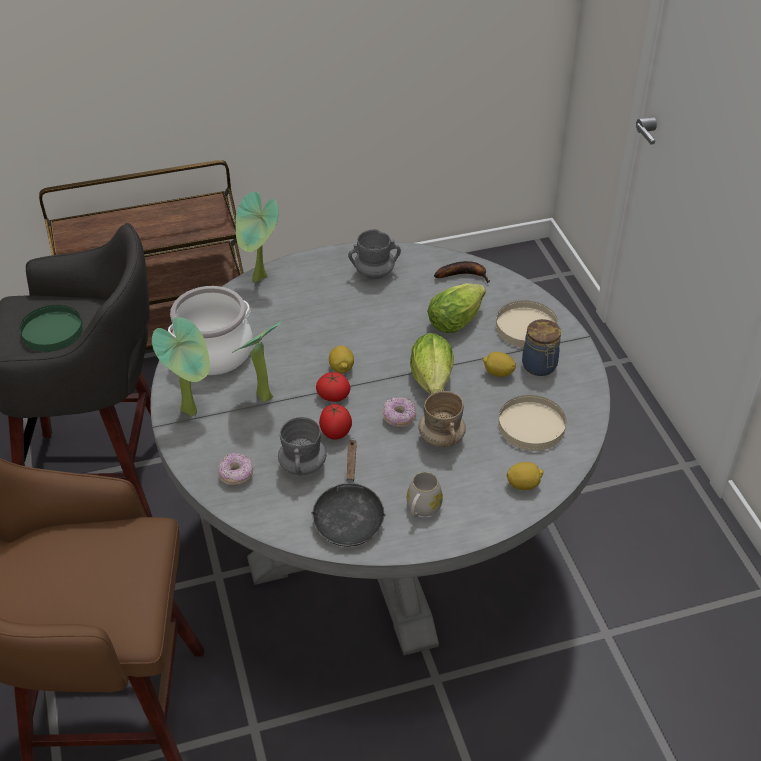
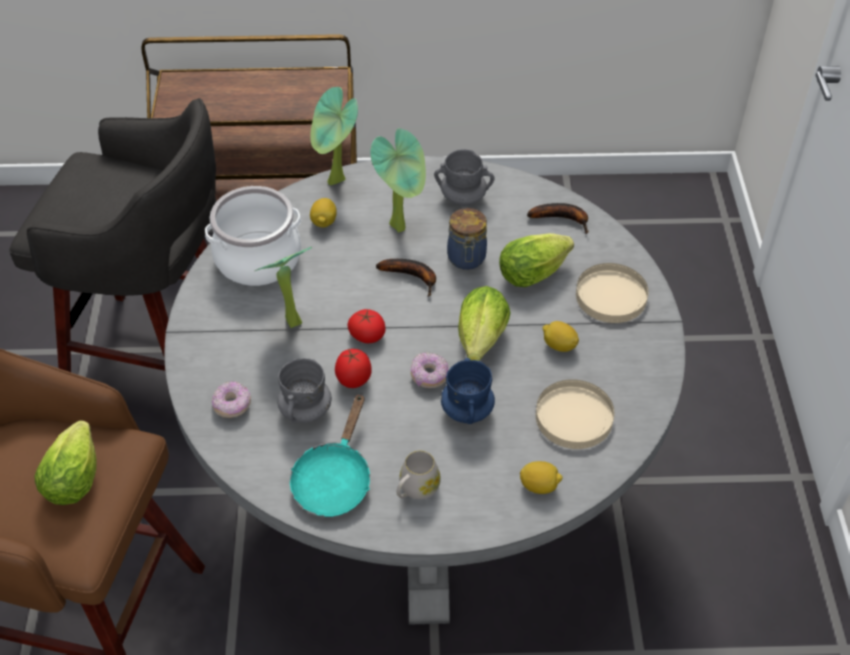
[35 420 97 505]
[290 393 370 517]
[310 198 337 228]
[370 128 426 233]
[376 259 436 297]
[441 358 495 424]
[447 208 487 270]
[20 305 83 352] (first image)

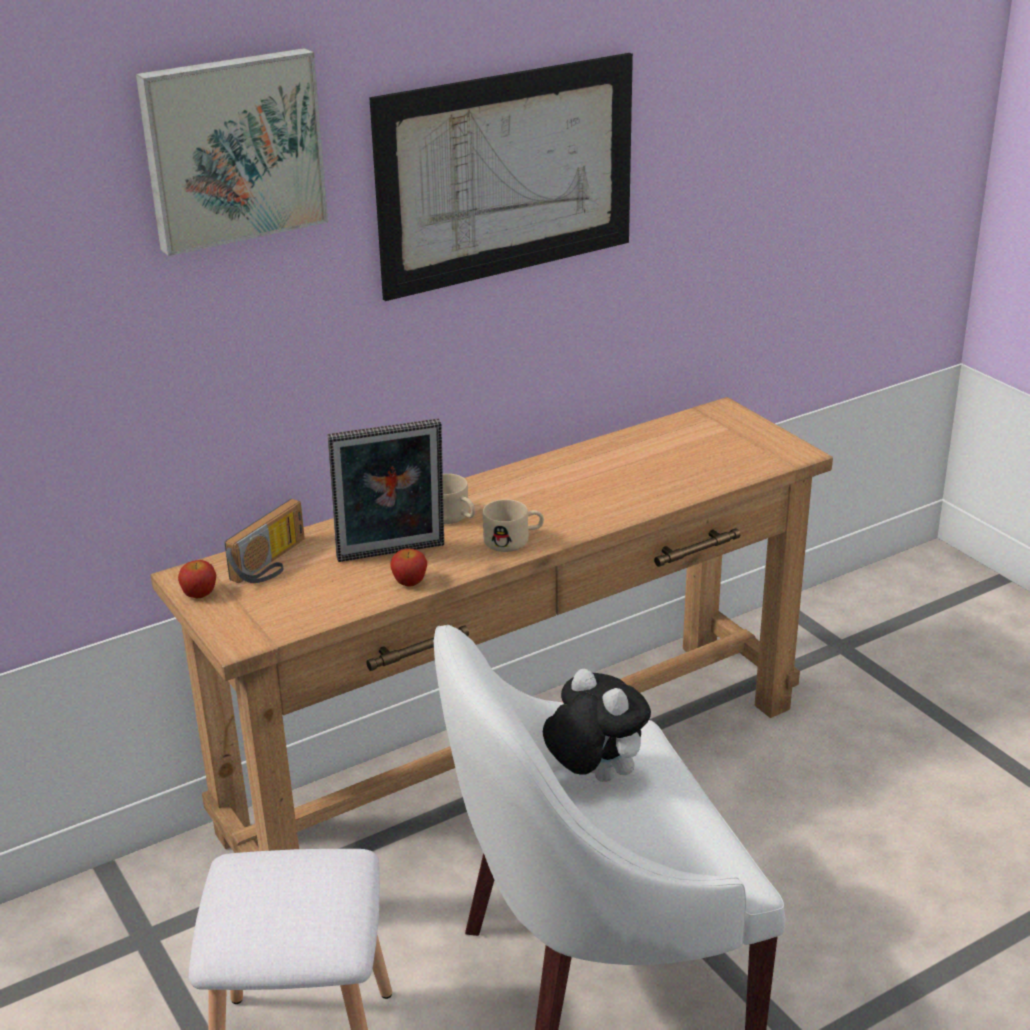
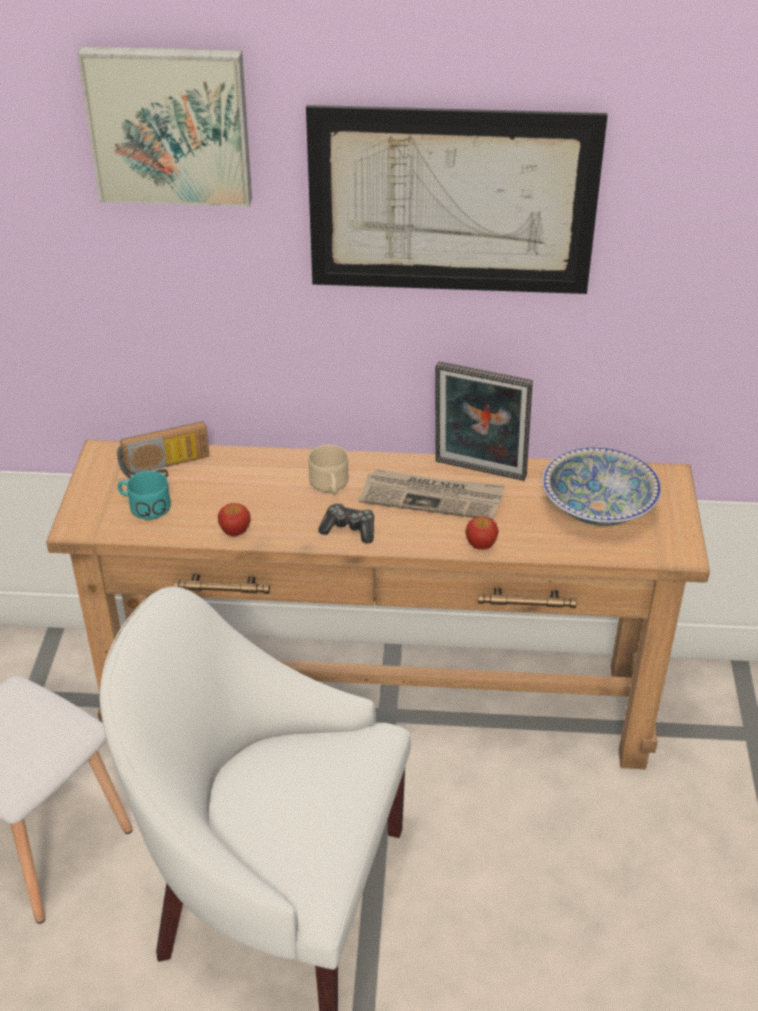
[118 471 171 520]
[318 503 374 544]
[359 469 505 520]
[435 361 533 481]
[466 516 498 550]
[542 447 661 526]
[543 669 651 782] (first image)

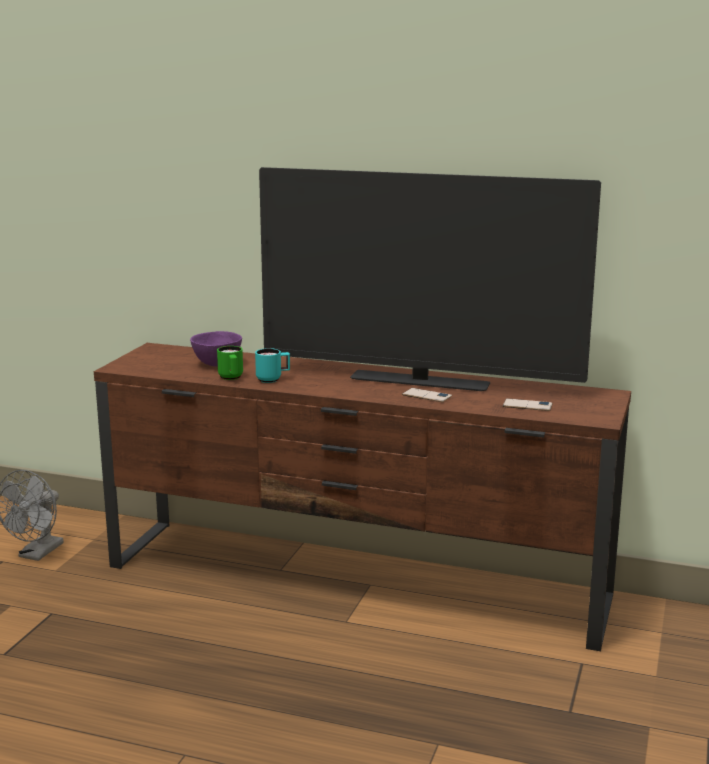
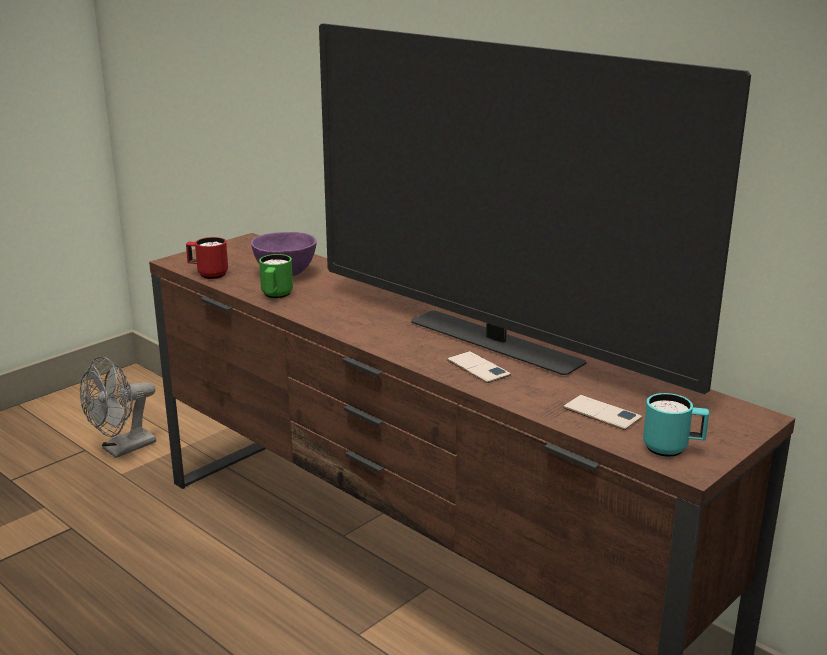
[186 237 228 279]
[643 393 709 457]

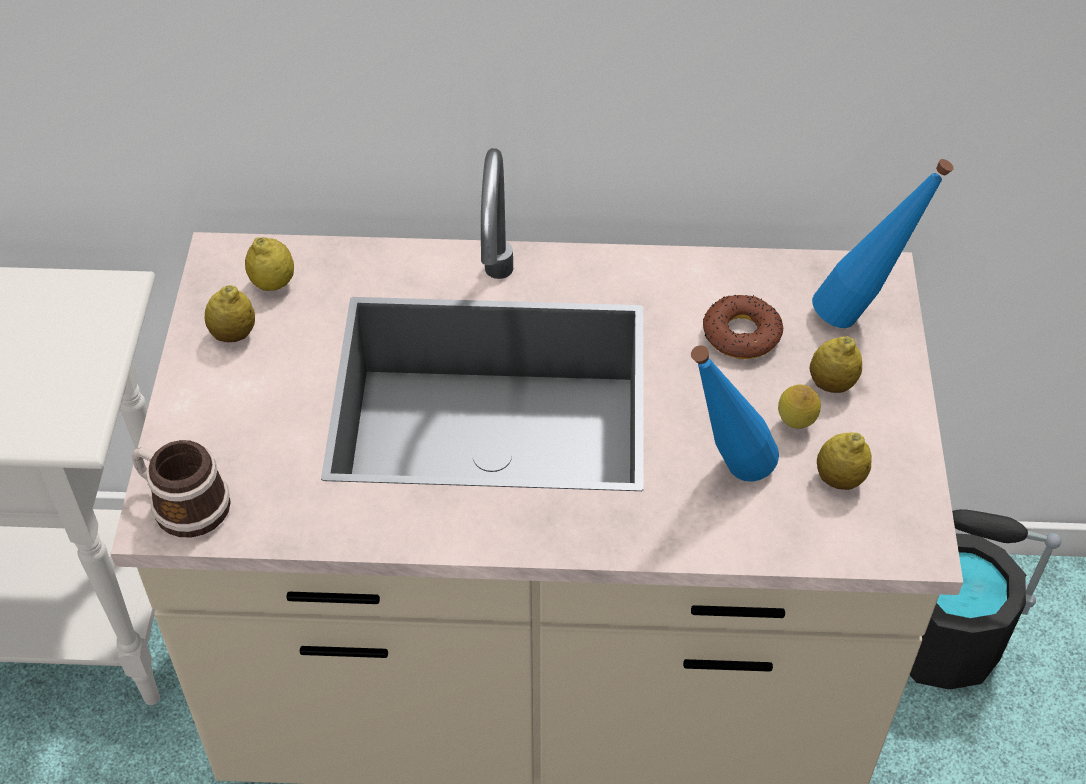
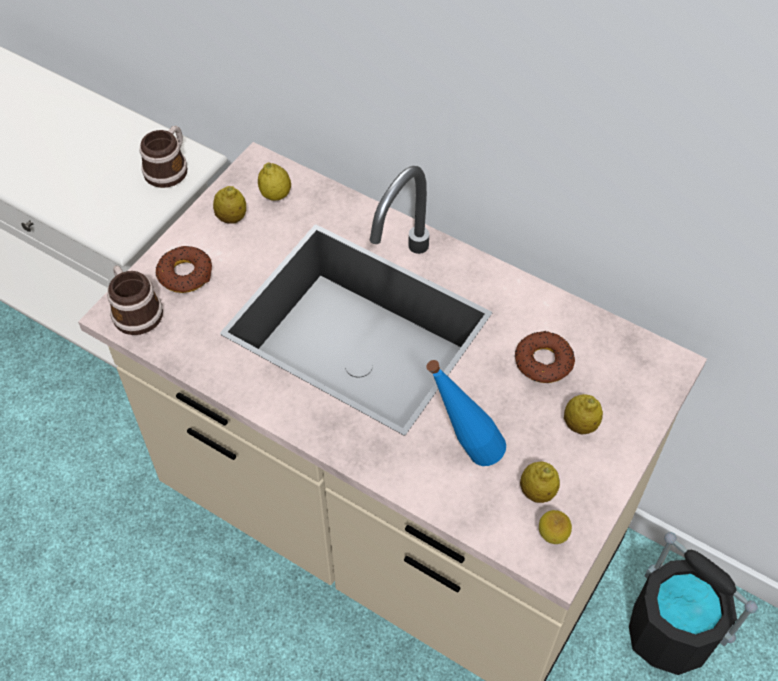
[140 126 187 188]
[156 246 212 293]
[539 510 572 544]
[812 159 954 328] (first image)

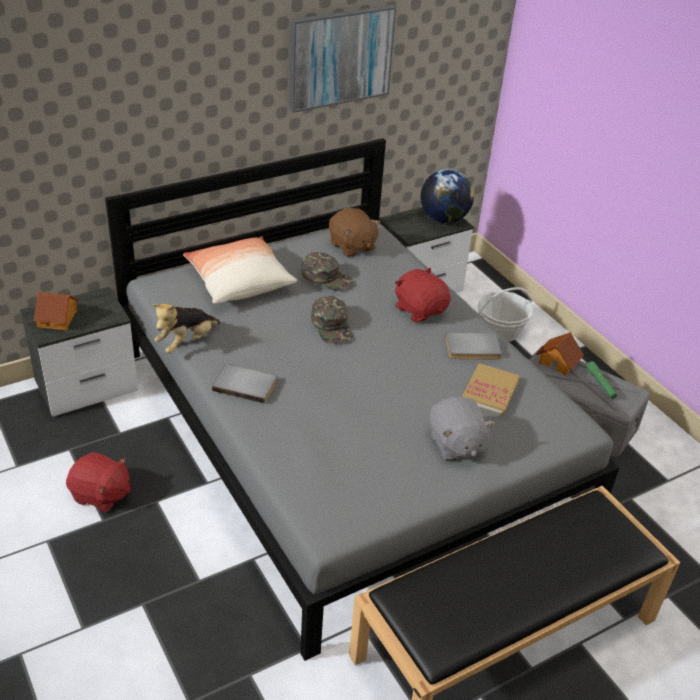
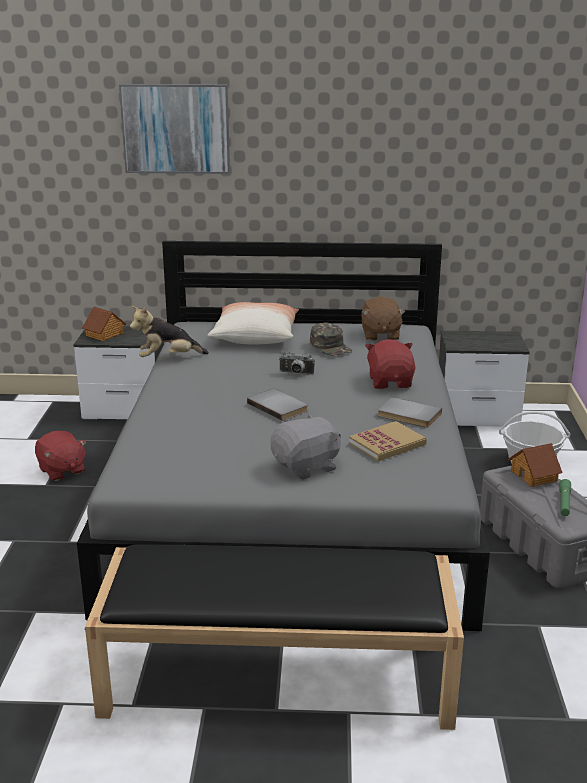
[119 84 230 174]
[247 389 308 421]
[271 413 341 480]
[279 351 315 375]
[421 169 474 223] (first image)

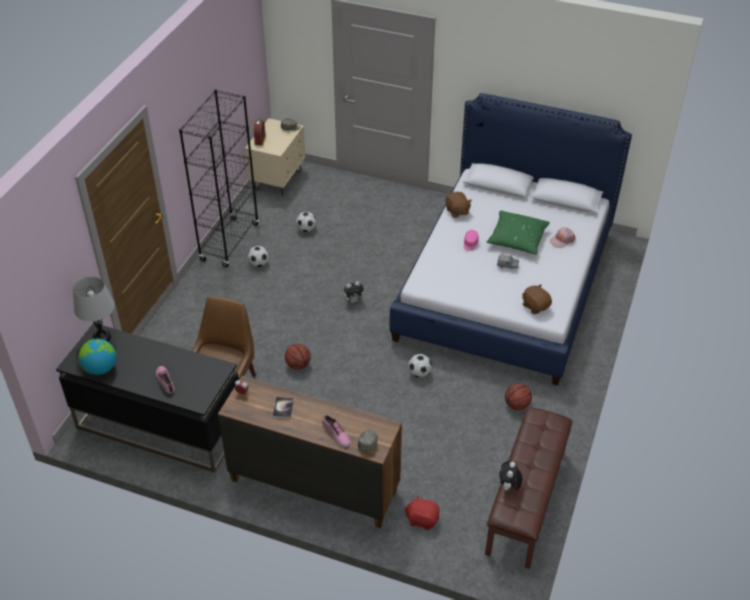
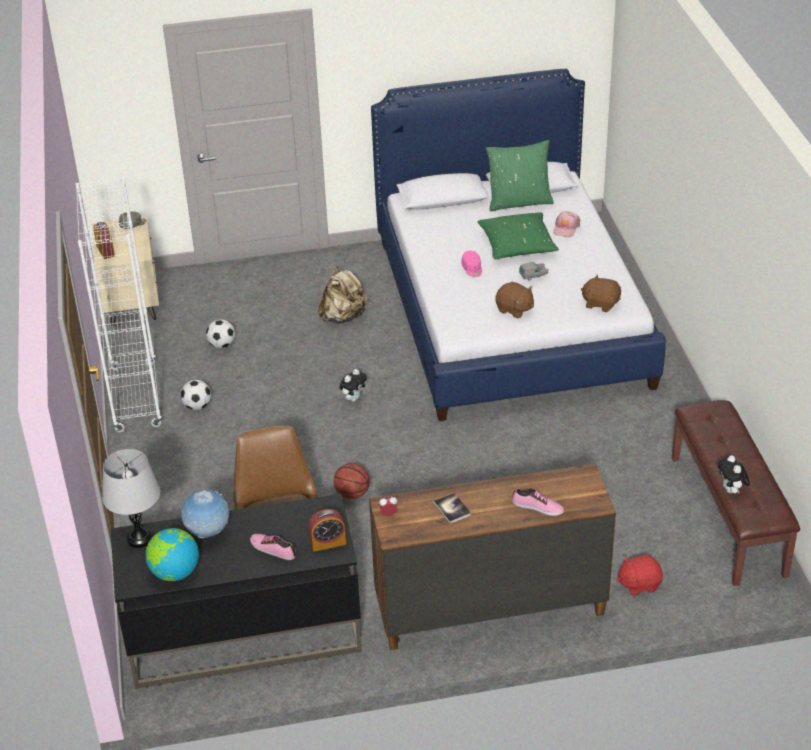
[75 177 162 432]
[181 490 229 538]
[309 509 346 552]
[318 266 368 323]
[486 140 554 211]
[495 282 534 318]
[358 430 378 452] (first image)
[408 354 432 378] (first image)
[505 383 532 410] (first image)

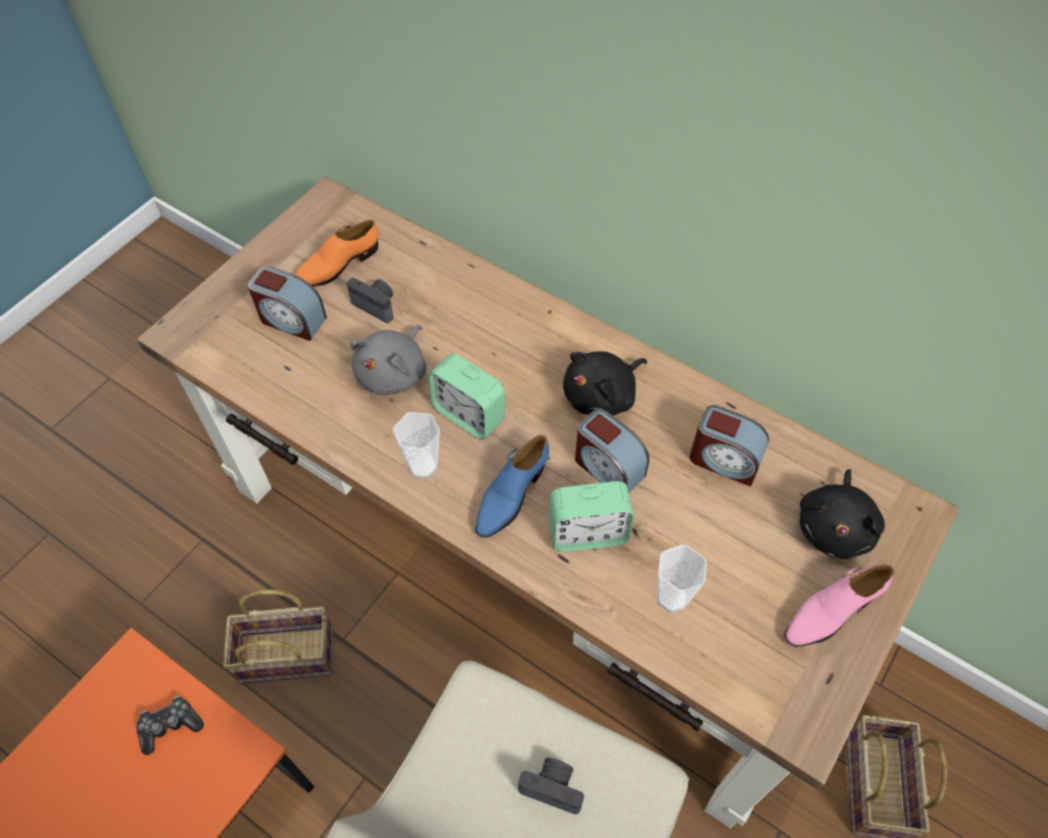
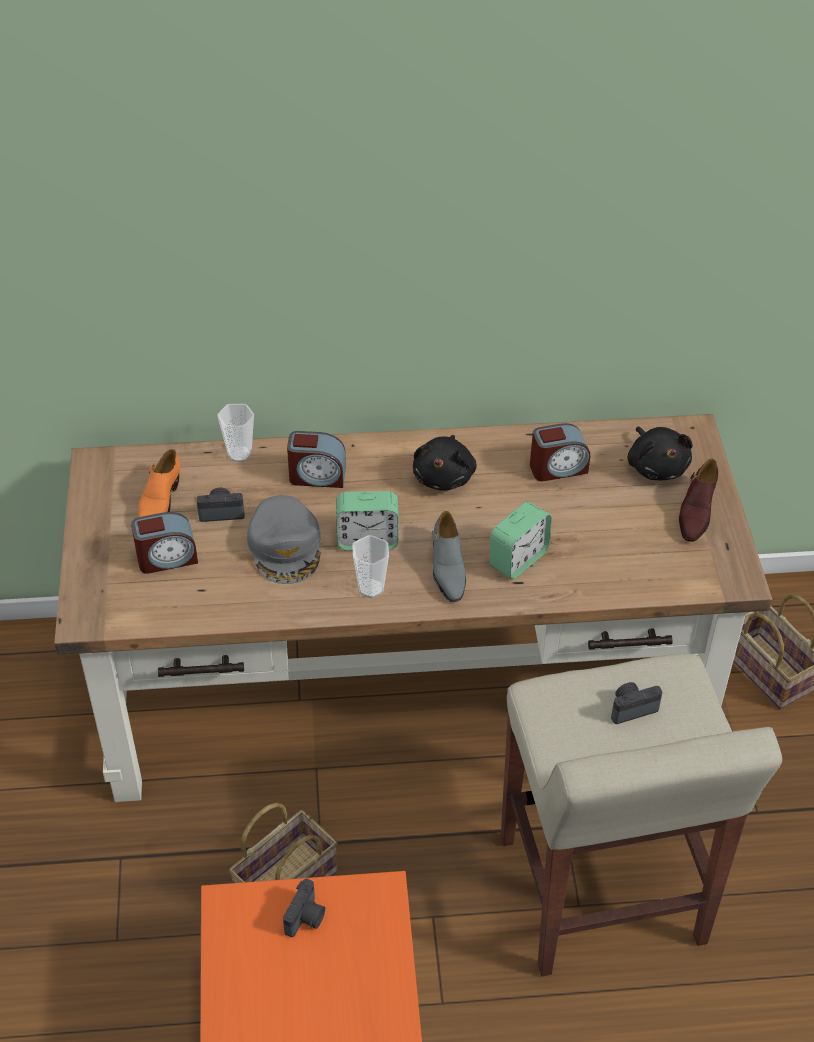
[217 404 254 462]
[247 495 321 584]
[283 879 325 937]
[287 431 346 488]
[432 511 466 602]
[679 459 718 542]

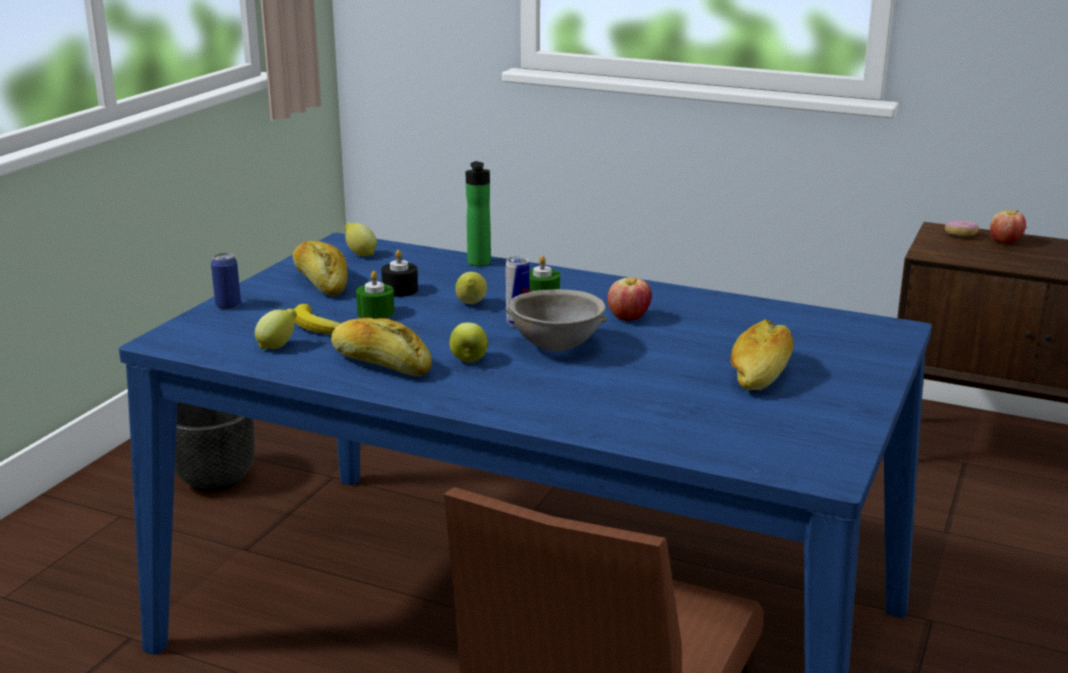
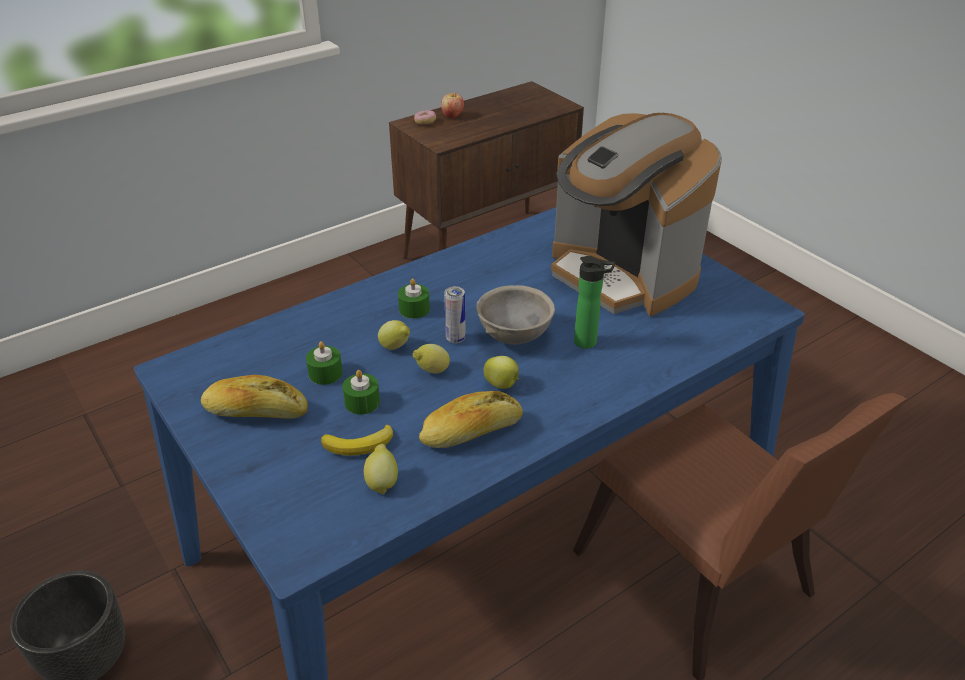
[306 341 343 385]
[413 344 450 373]
[551 113 722 316]
[574 256 615 349]
[211 253 241 310] (first image)
[607 277 652 321] (first image)

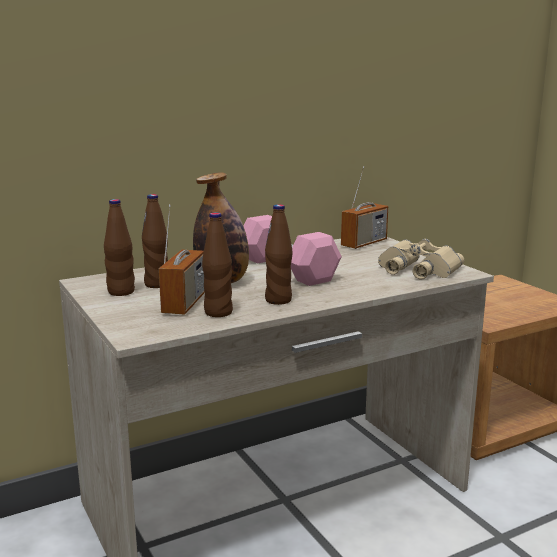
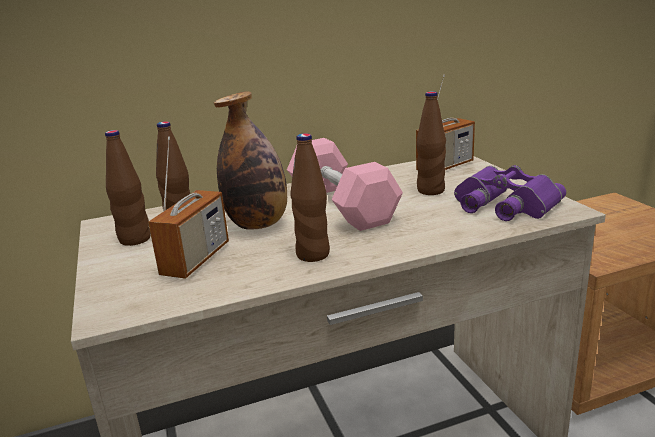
[417 91 446 195]
[454 165 566 221]

